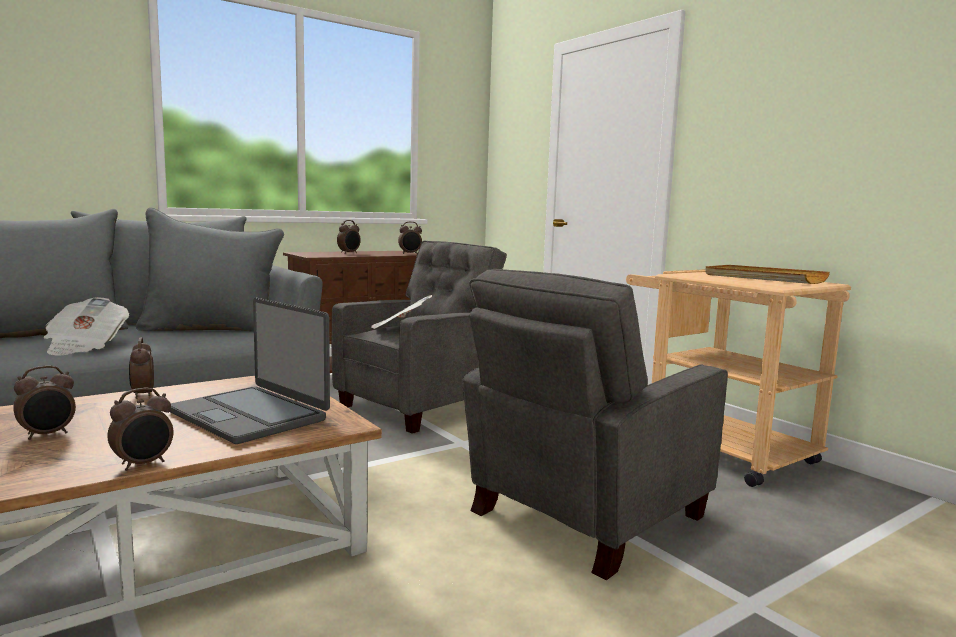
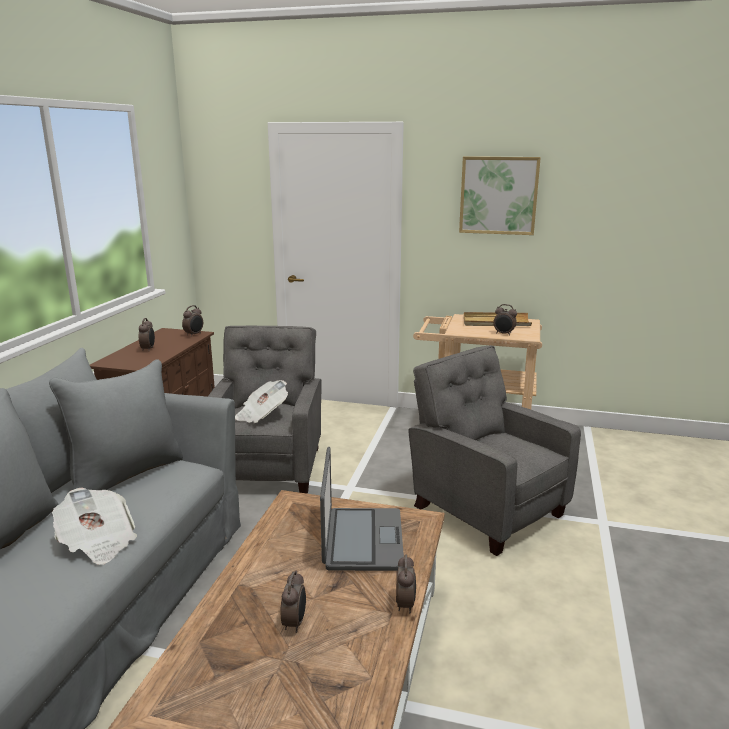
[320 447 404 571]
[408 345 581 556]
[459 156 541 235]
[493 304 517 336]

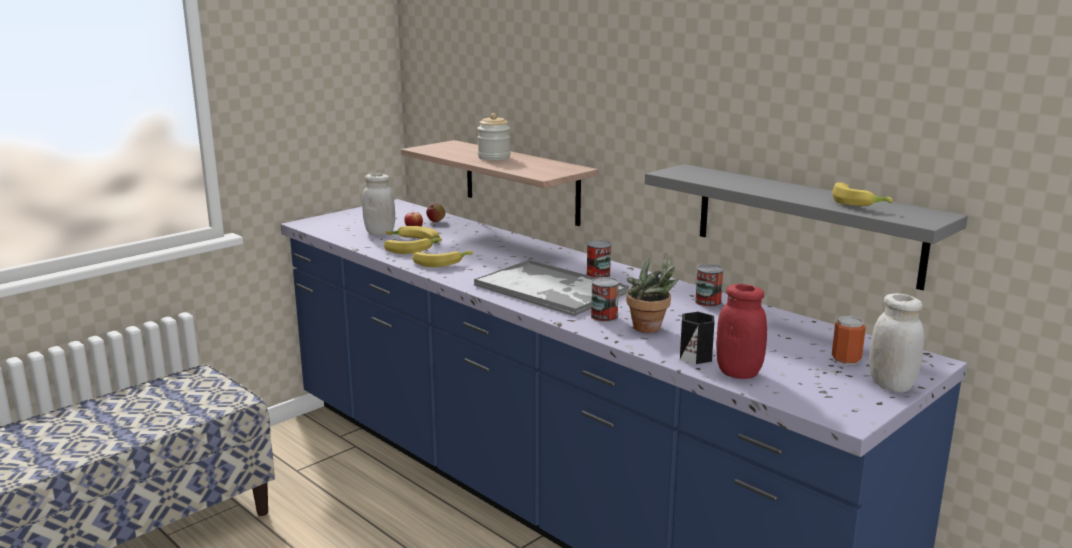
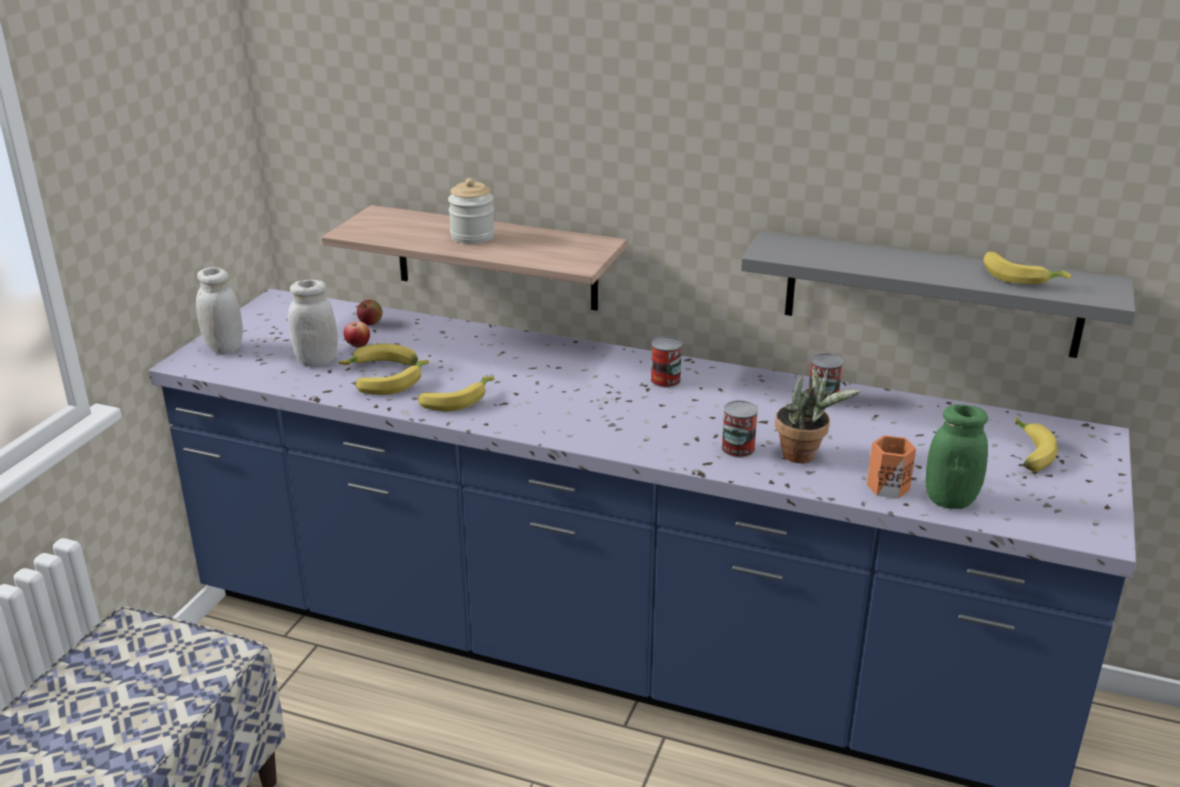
[196 267 243 354]
[867 435 916 499]
[926 404 988 509]
[1015 416 1058 472]
[474 260 629 316] (first image)

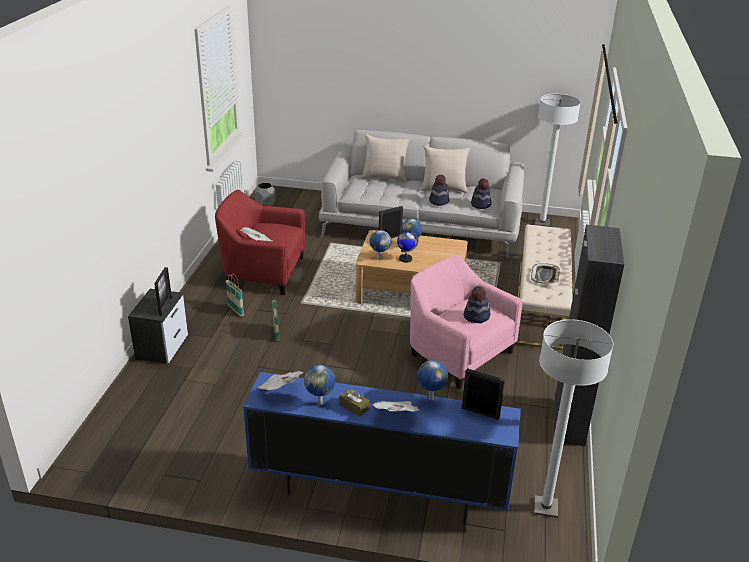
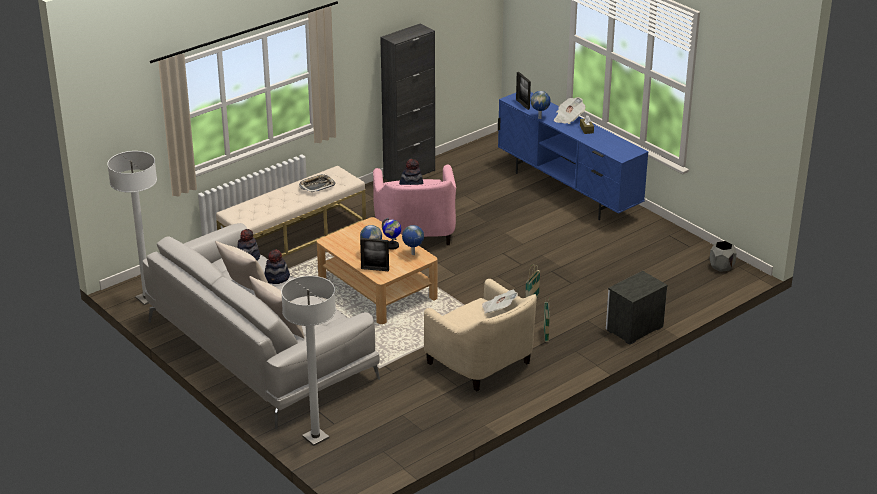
[281 276 336 446]
[424 279 537 391]
[710 241 736 272]
[154 267 172 316] (first image)
[257 371 304 390] (first image)
[304 365 335 405] (first image)

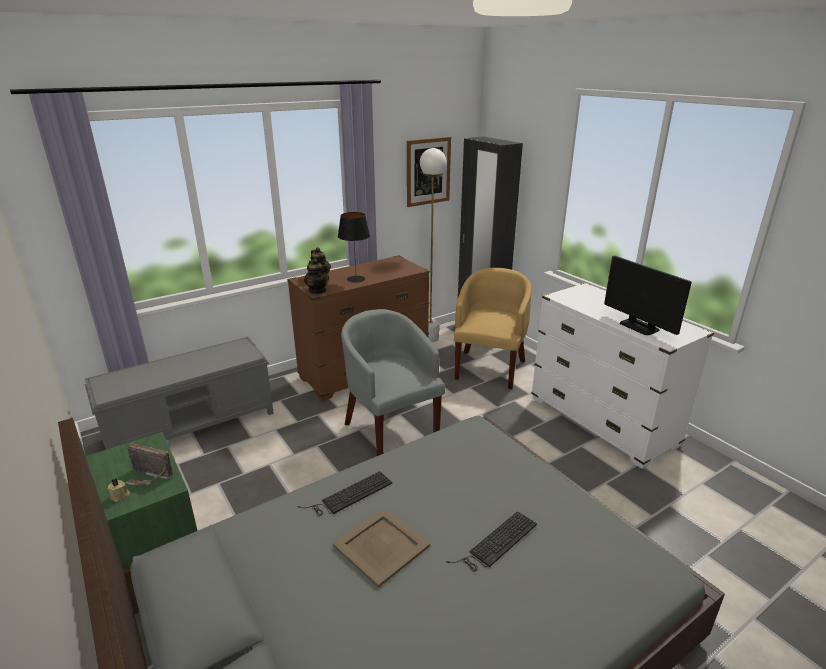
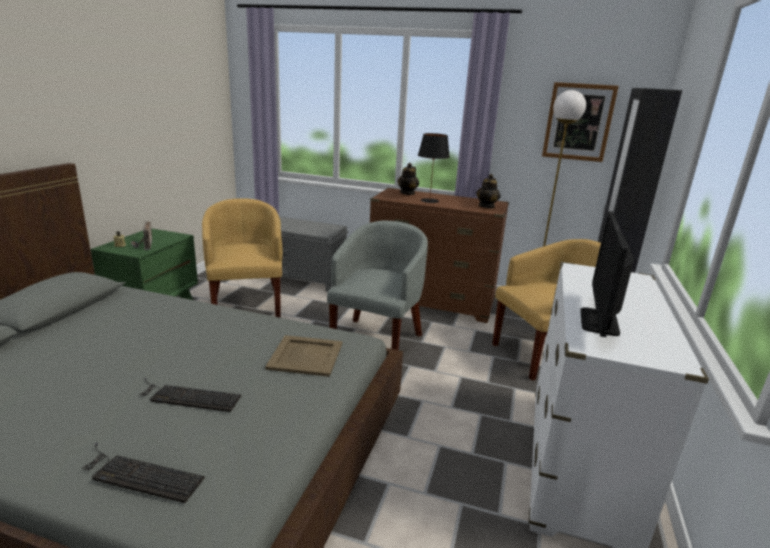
[82 443 205 503]
[202 198 283 318]
[265 335 342 377]
[476 174 501 209]

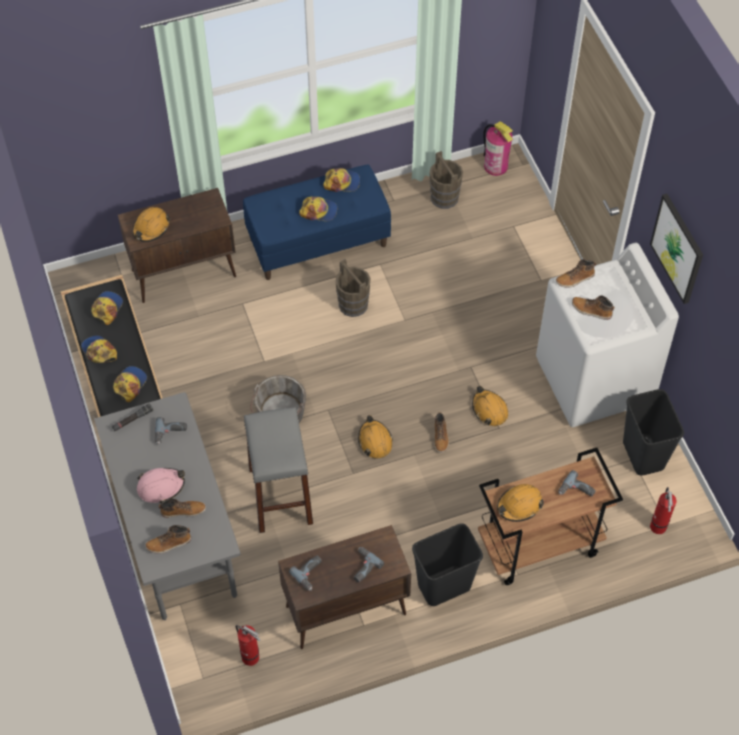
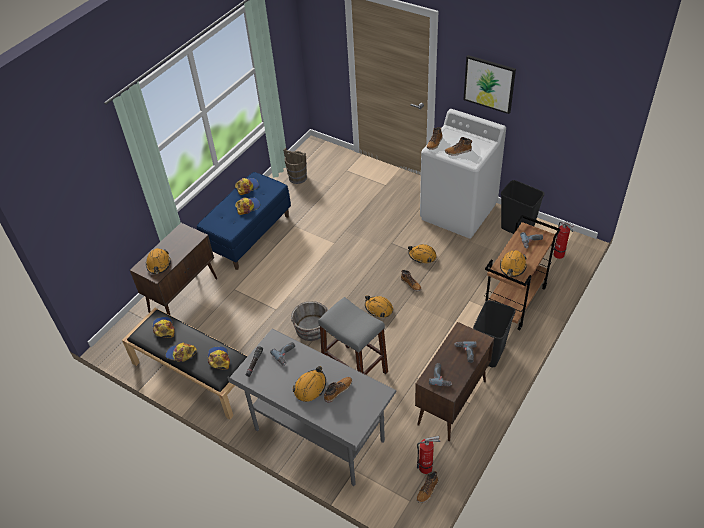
[293 366 326 402]
[416 471 438 503]
[336 259 371 317] (first image)
[483 121 513 176] (first image)

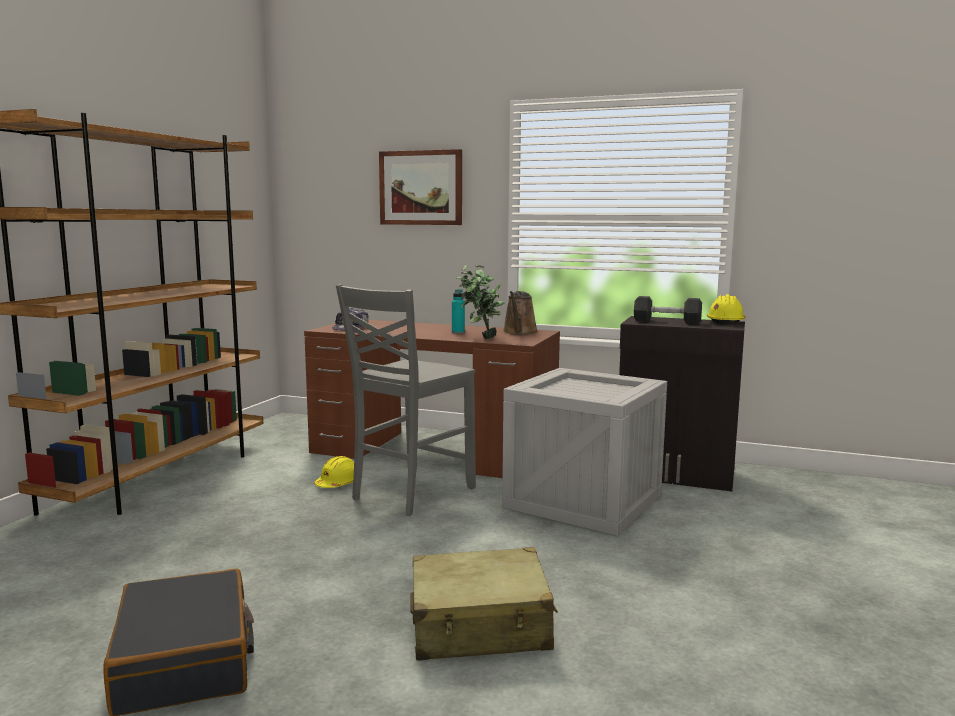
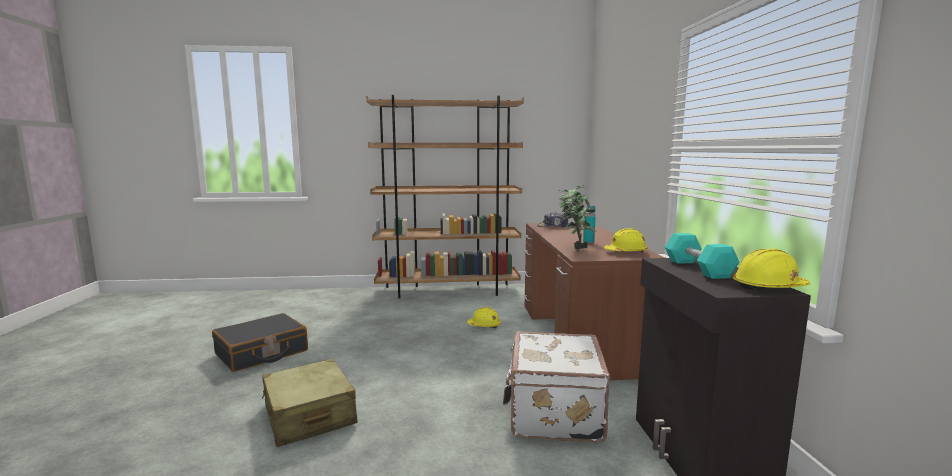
[503 331 610 443]
[604 228 648 253]
[665 233 740 279]
[336 284 476 516] (first image)
[379 149 462 225] (first image)

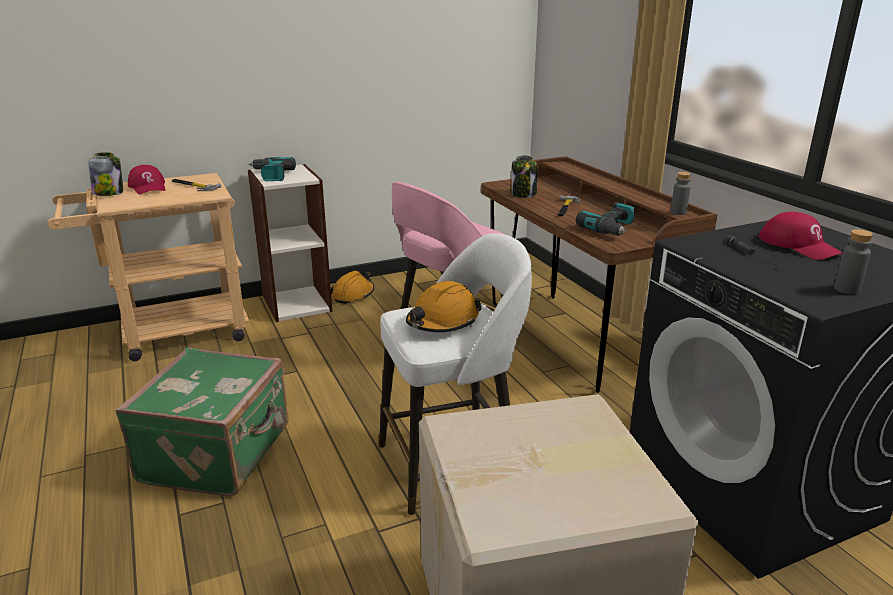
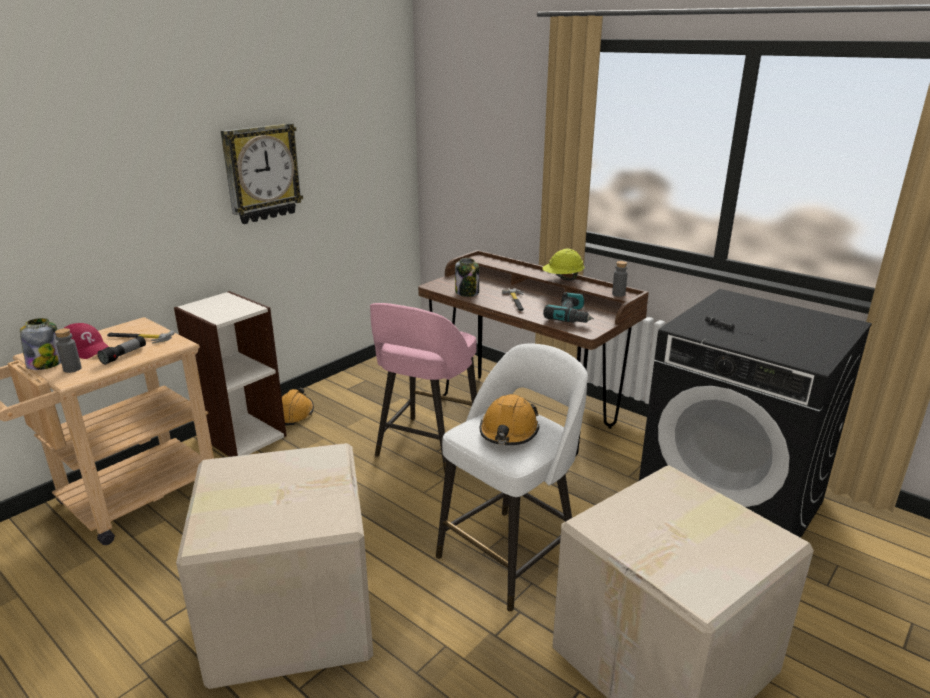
[55 328 82 373]
[97 336 146 365]
[176 443 373 689]
[221 123 303 224]
[542 249 584 280]
[249 157 296 181] (first image)
[759 212 843 260] (first image)

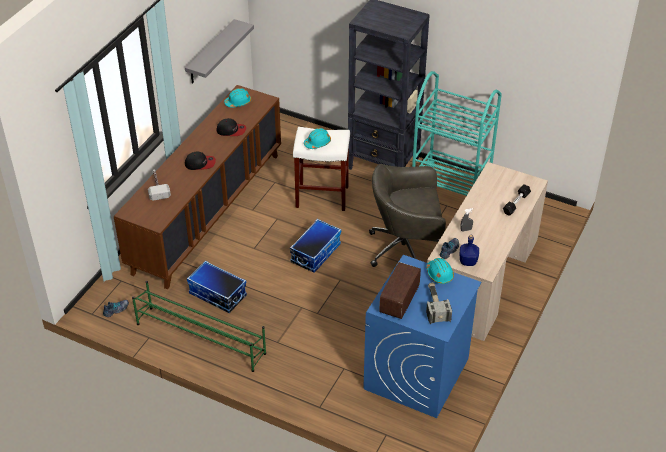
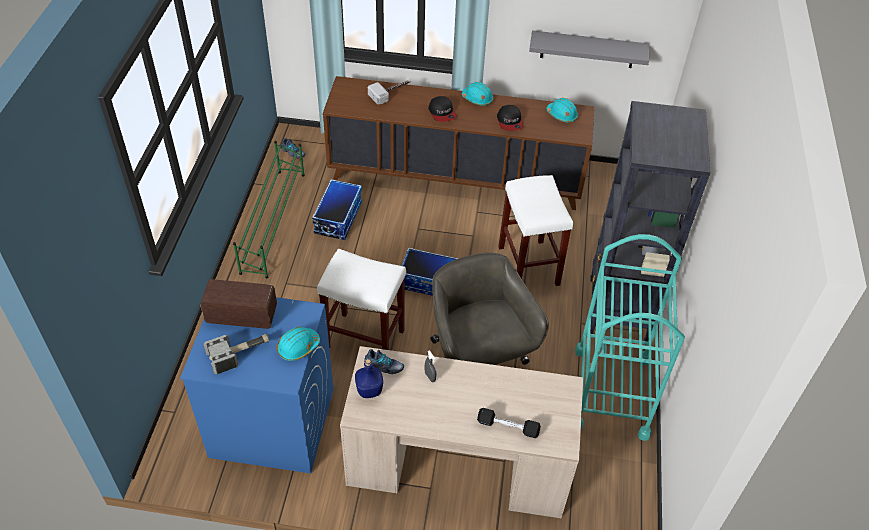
[317 249 406 350]
[462 82 493 106]

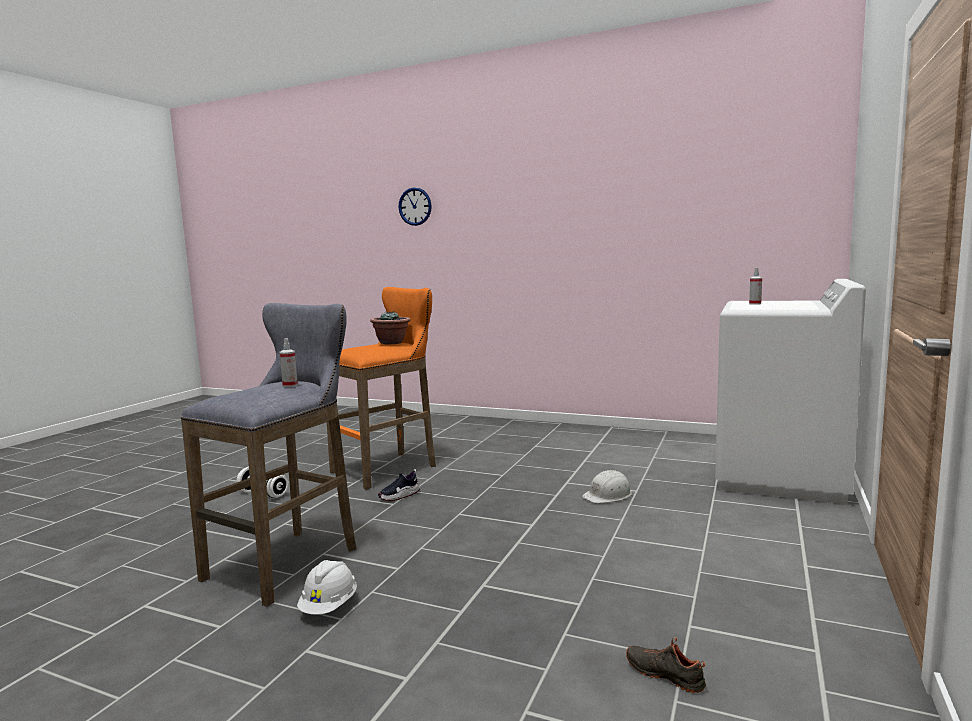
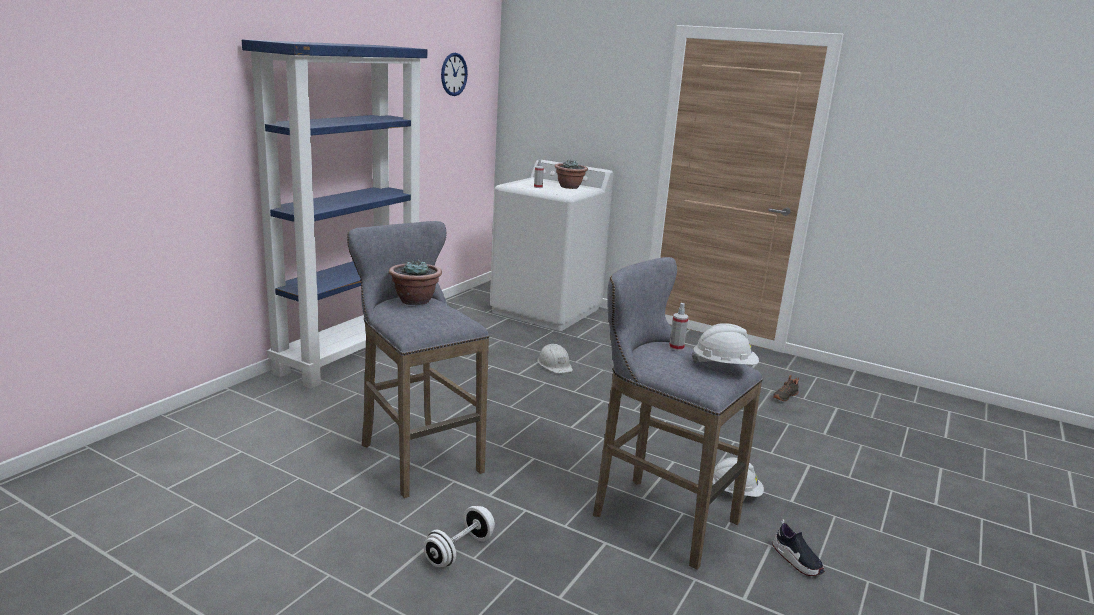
[242 39 427 389]
[347 221 489 498]
[441 53 468 96]
[555 160 588 189]
[692 323 759 365]
[772 520 825 576]

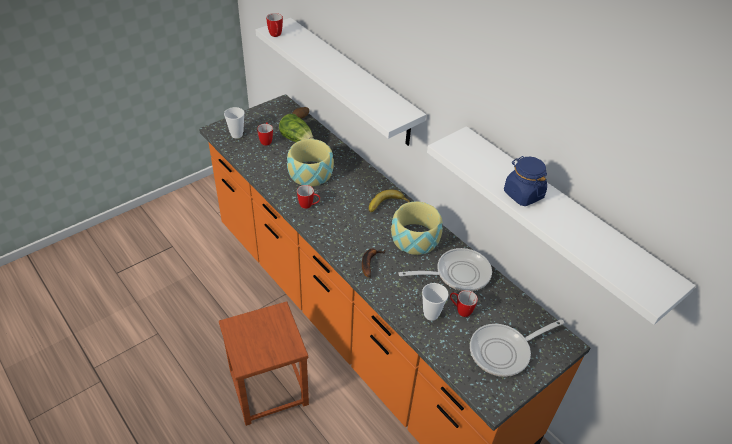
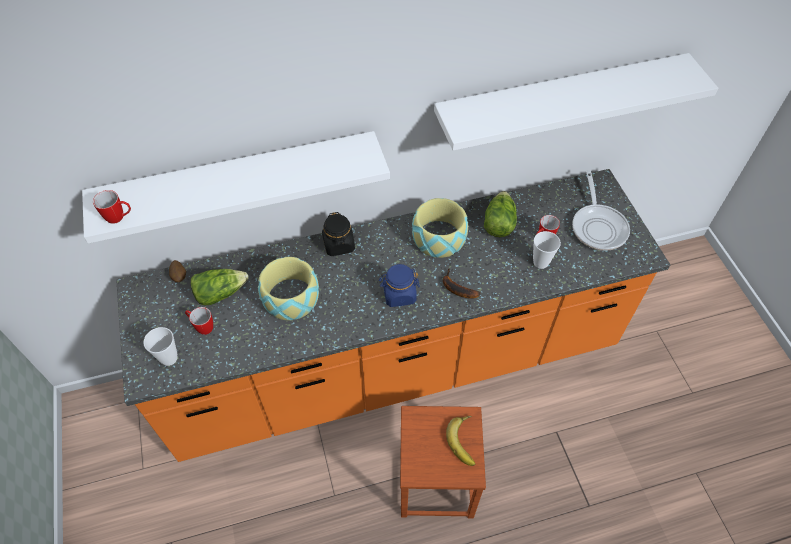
[322 212 355 256]
[379 264 420 307]
[446 416 475 466]
[484 191 517 237]
[297 185 320 209] (first image)

